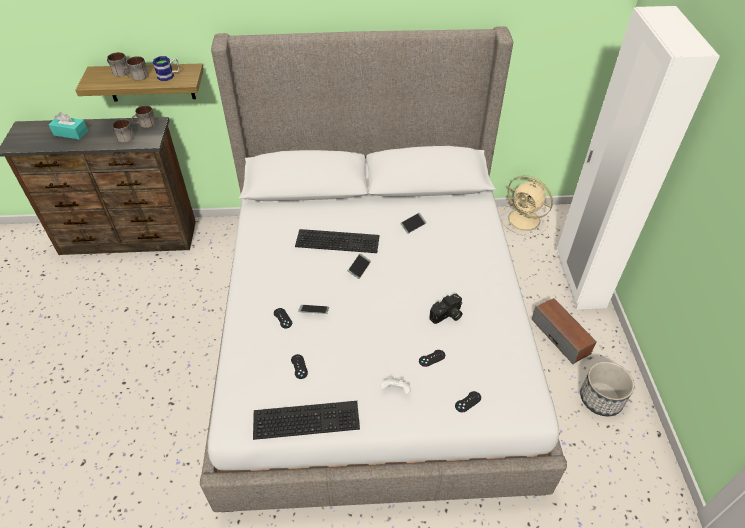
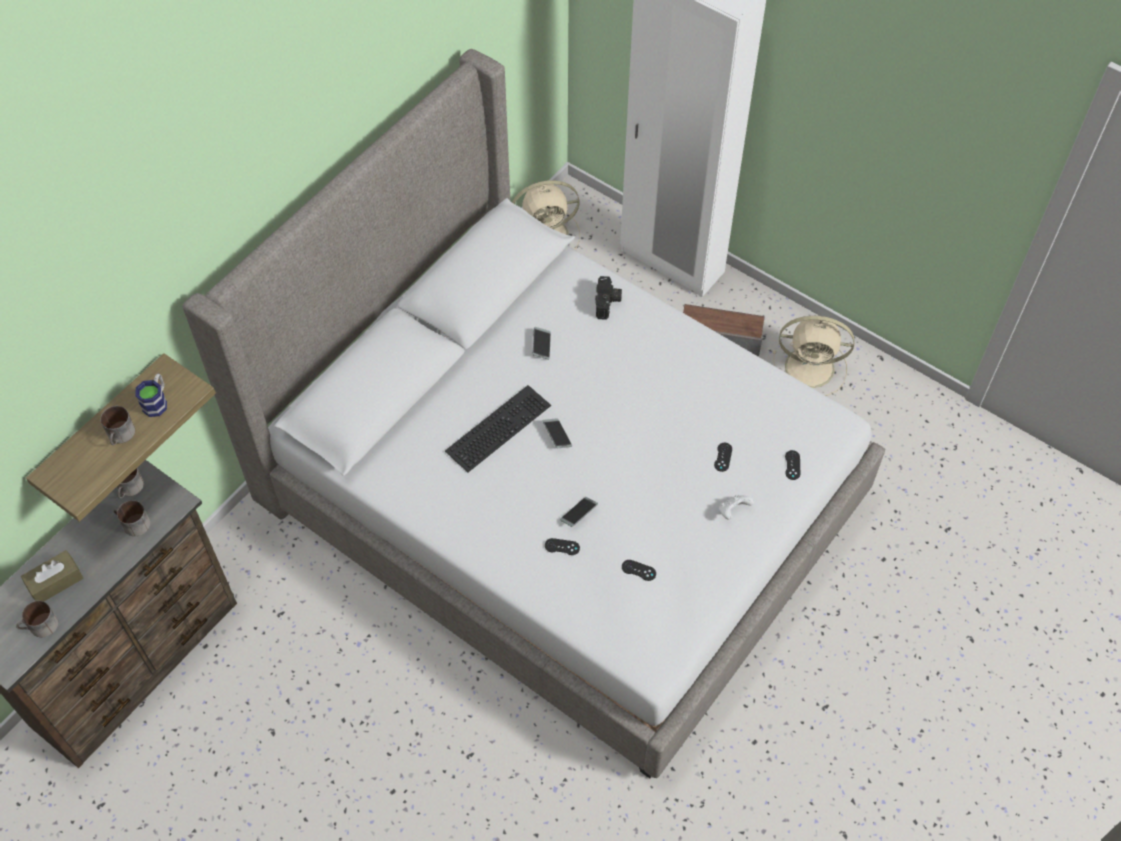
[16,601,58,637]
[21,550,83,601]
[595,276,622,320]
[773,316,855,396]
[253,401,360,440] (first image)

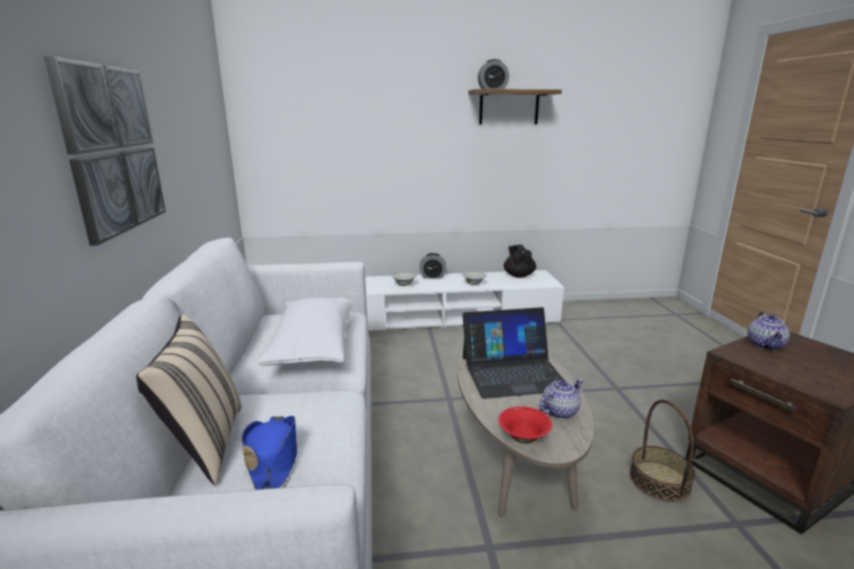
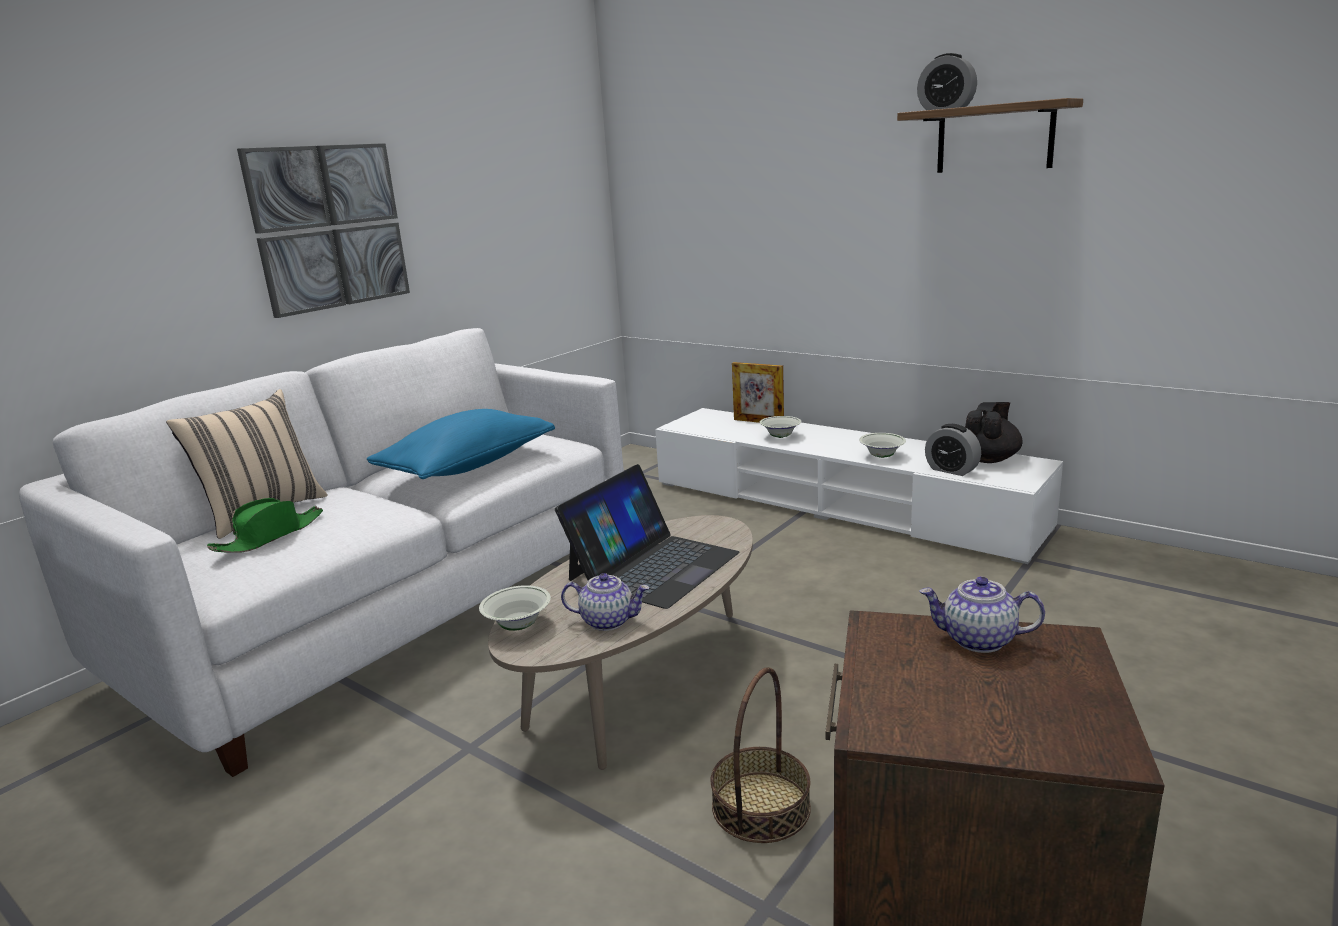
[207,498,323,553]
[367,409,555,479]
[479,585,551,631]
[555,464,739,609]
[732,362,784,423]
[919,576,1045,653]
[925,424,981,476]

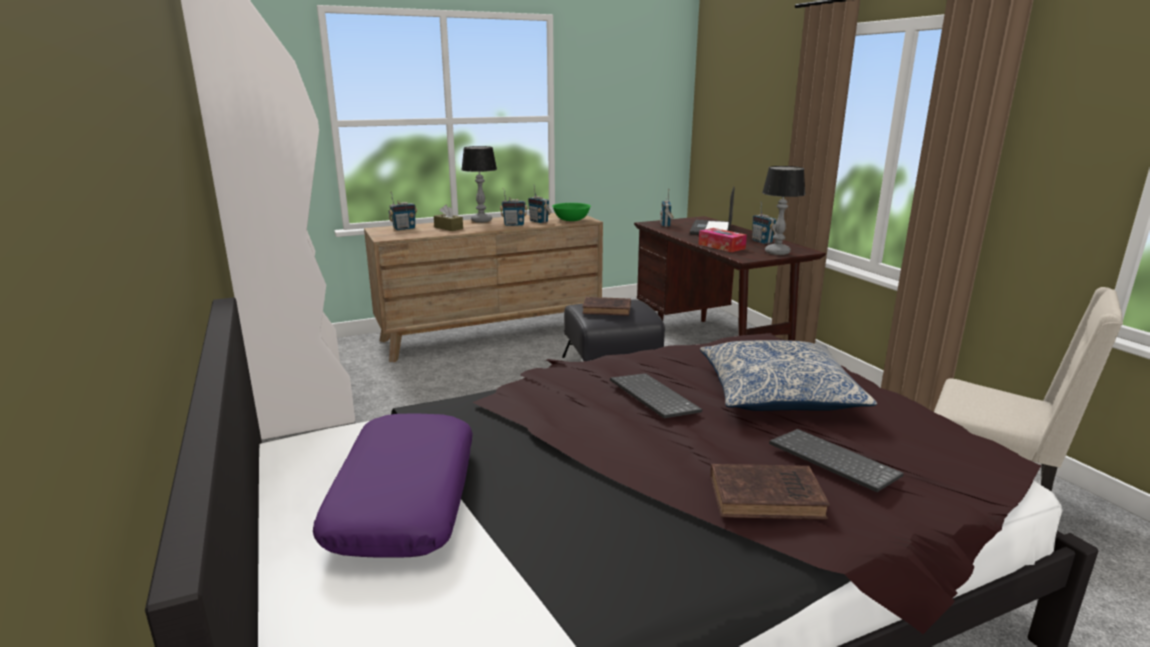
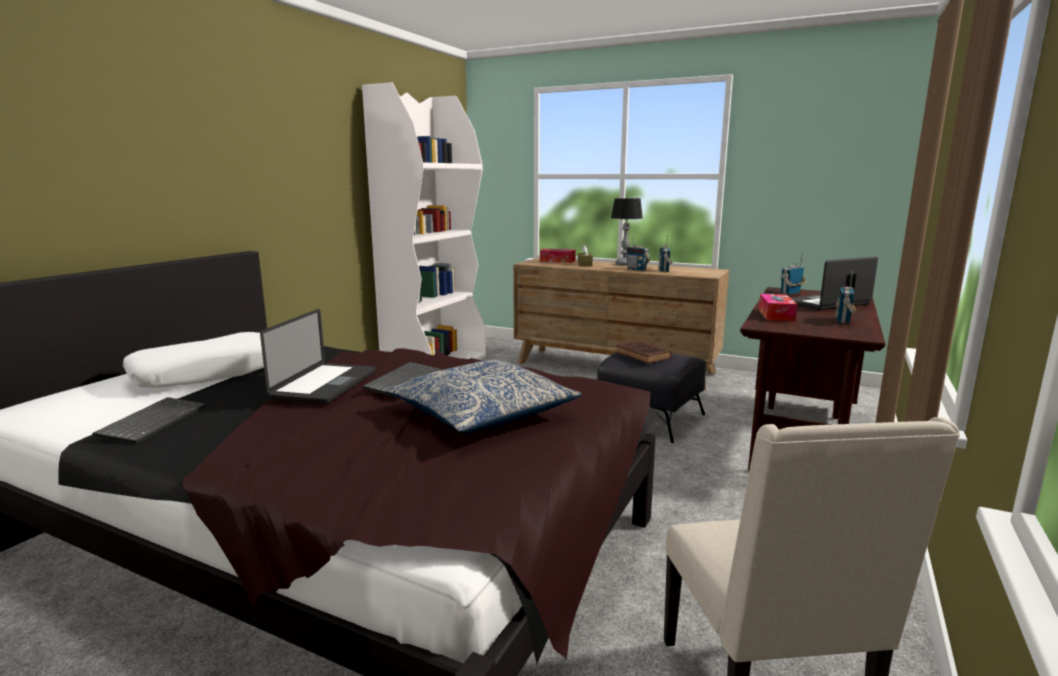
[93,397,206,444]
[123,332,264,388]
[260,309,375,404]
[540,249,576,263]
[552,203,591,221] (first image)
[710,464,830,520] (first image)
[762,166,805,255] (first image)

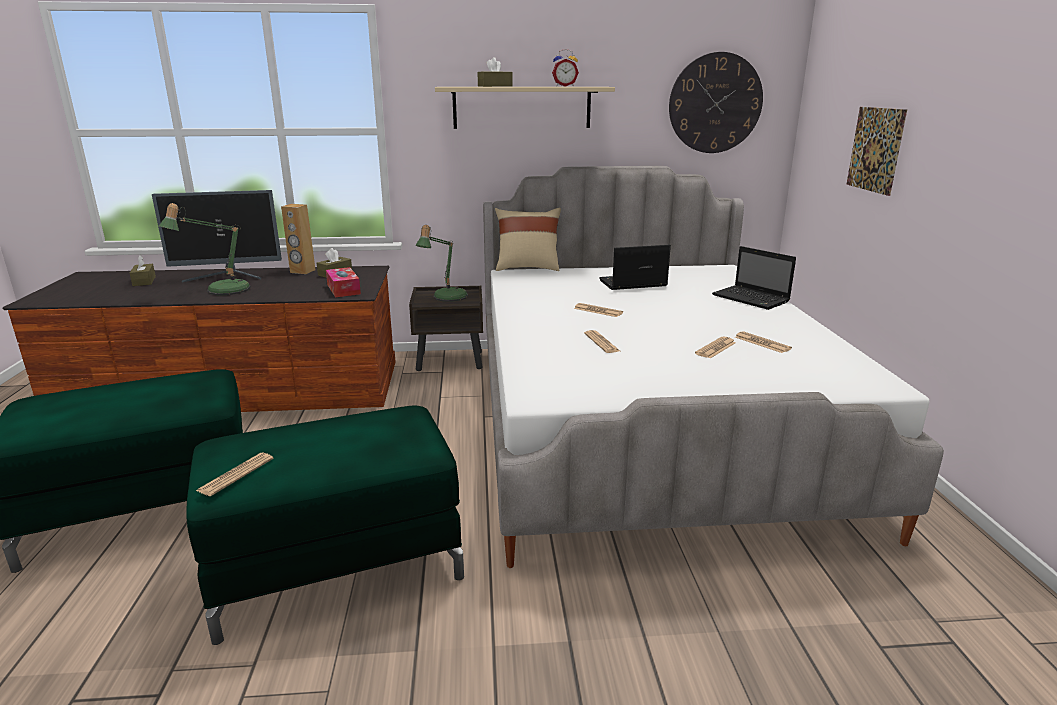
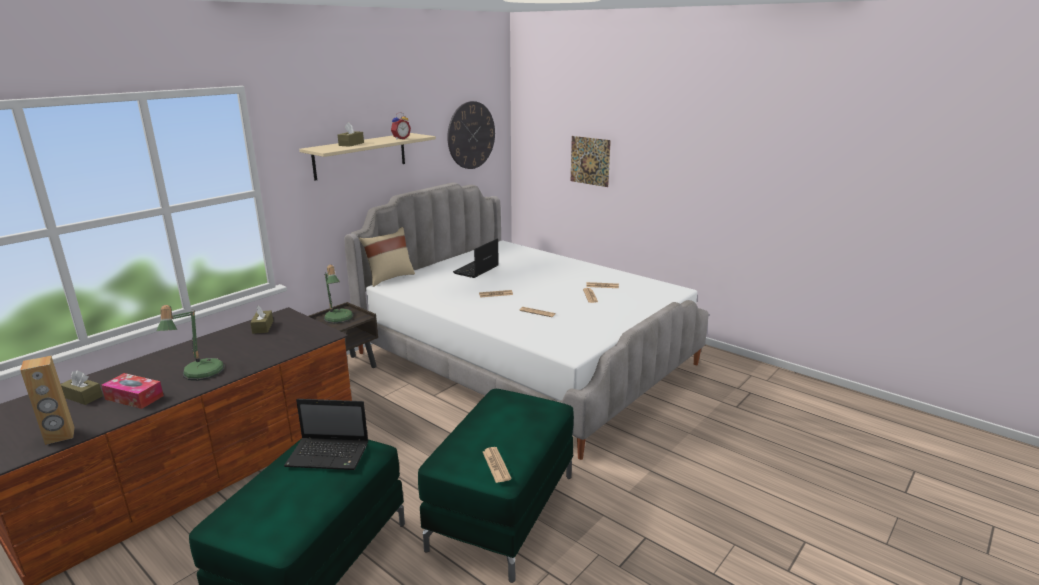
[20,356,75,445]
[101,373,164,409]
[284,399,368,470]
[152,190,282,283] (first image)

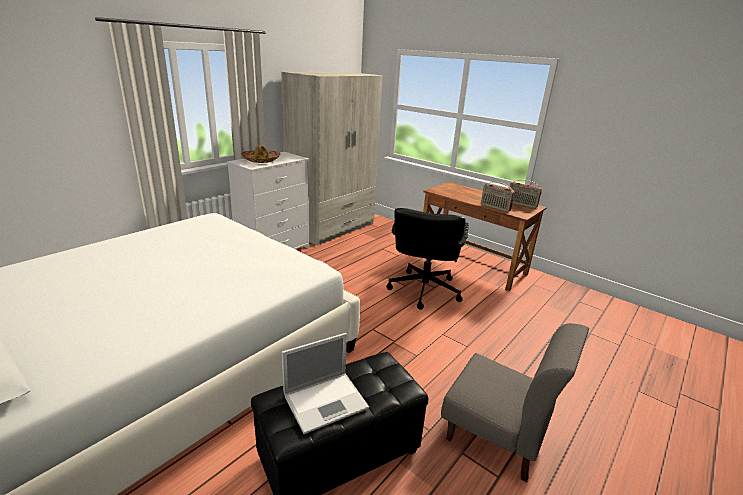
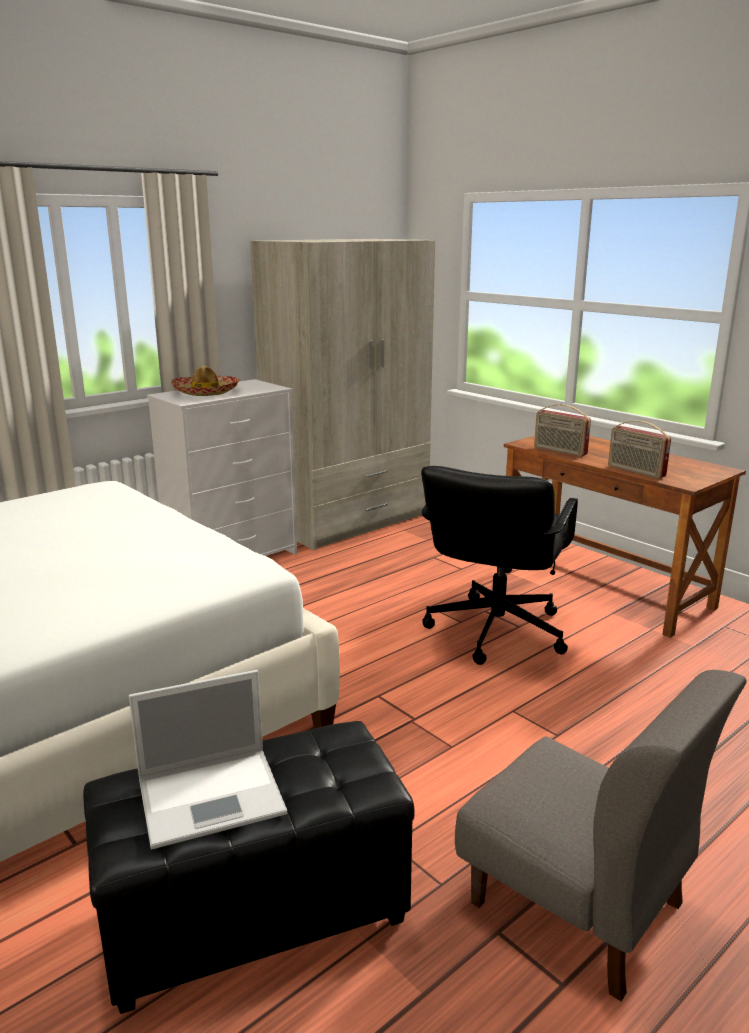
[534,404,591,457]

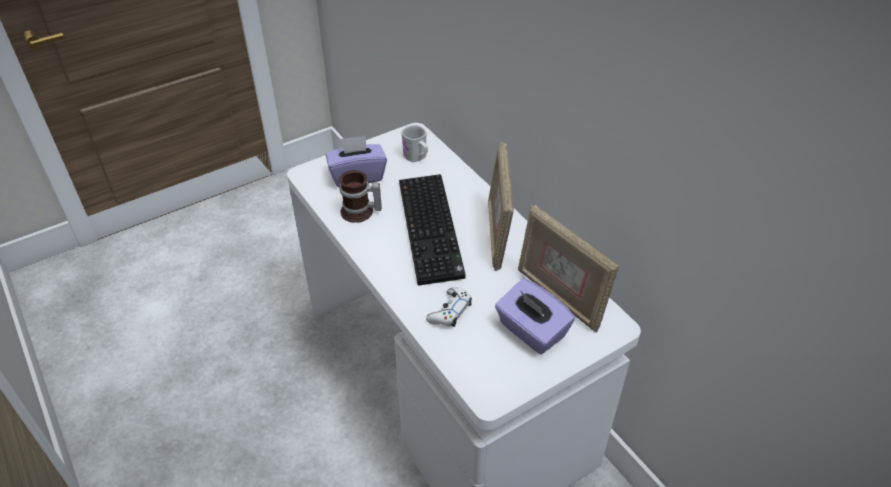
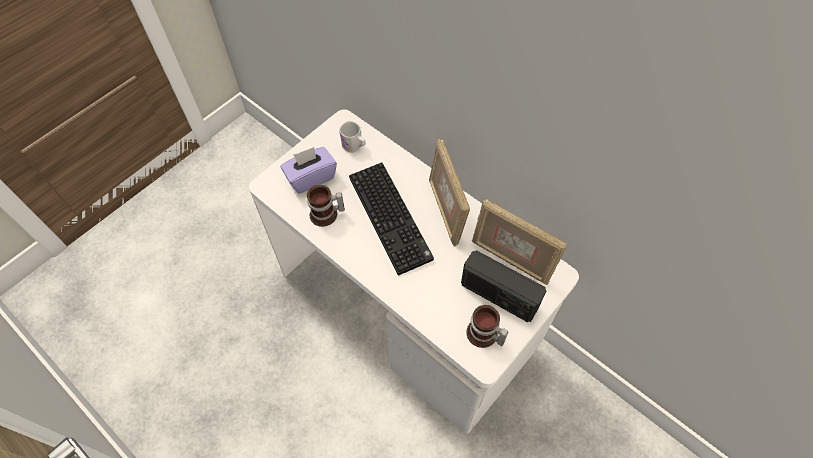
[461,250,546,322]
[466,305,508,348]
[426,287,472,327] (first image)

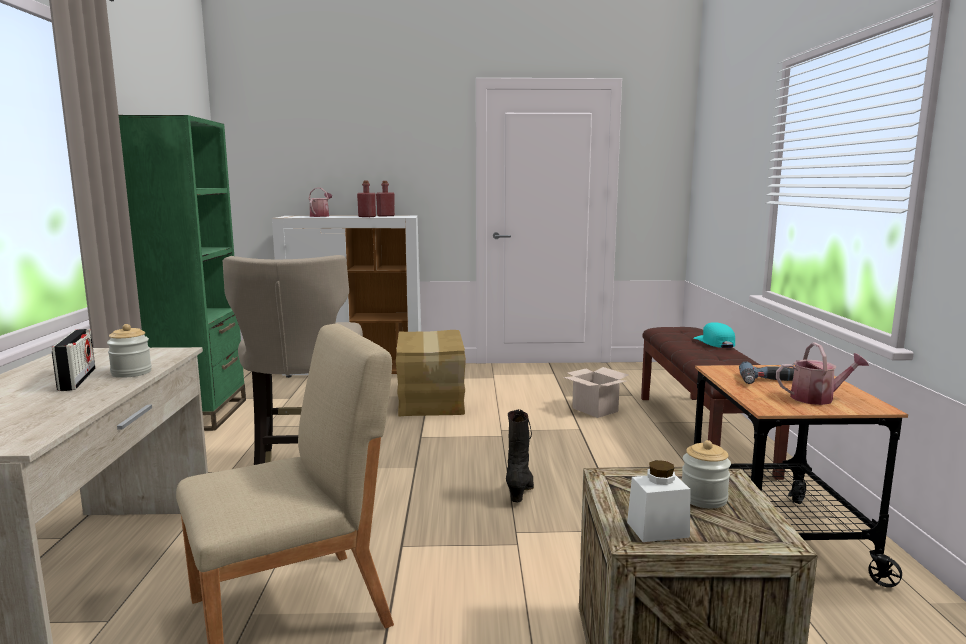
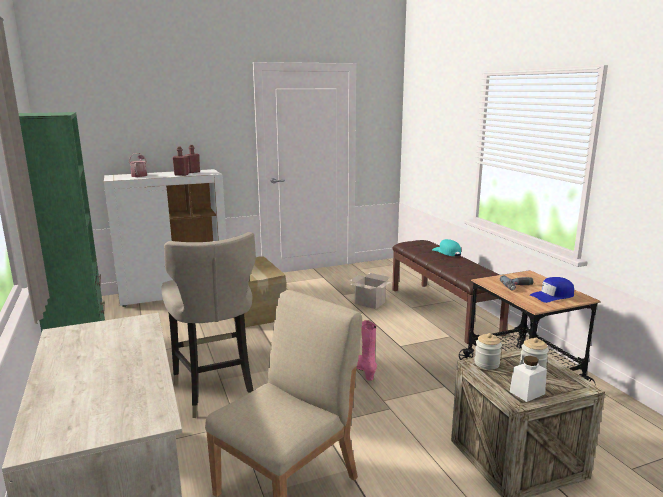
[356,320,377,381]
[474,333,502,370]
[530,277,574,303]
[52,329,95,391] (first image)

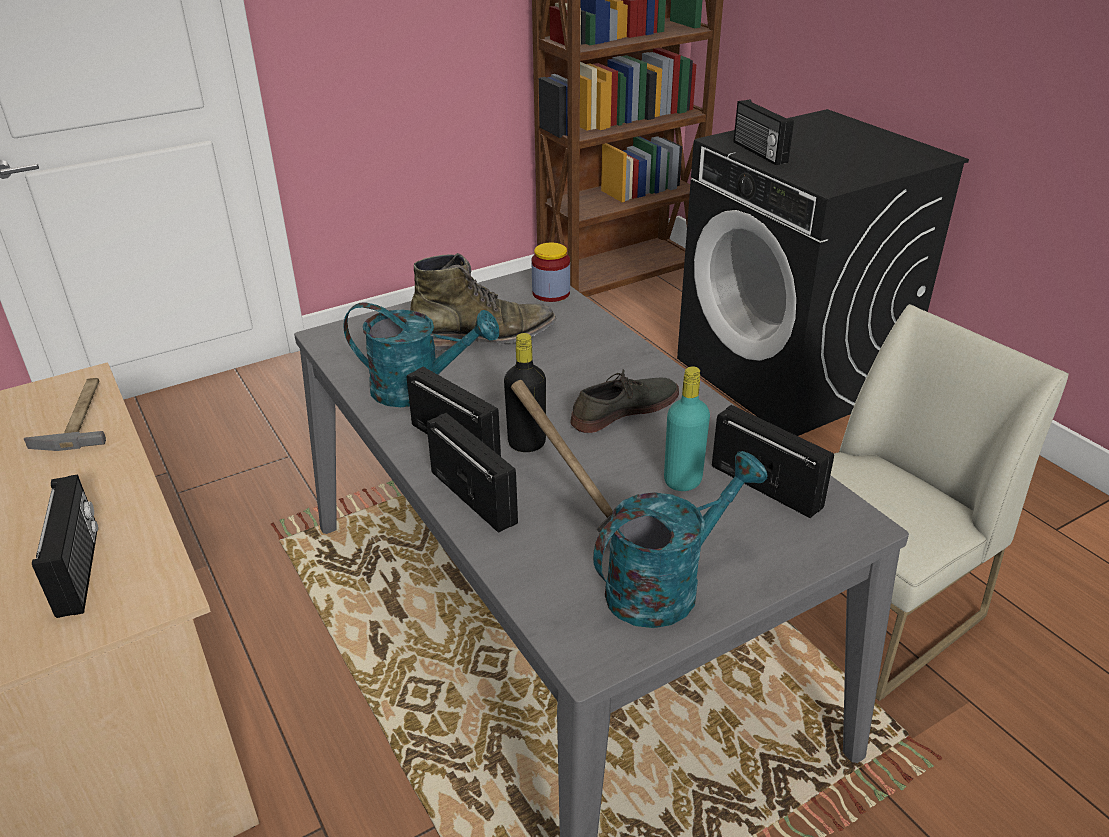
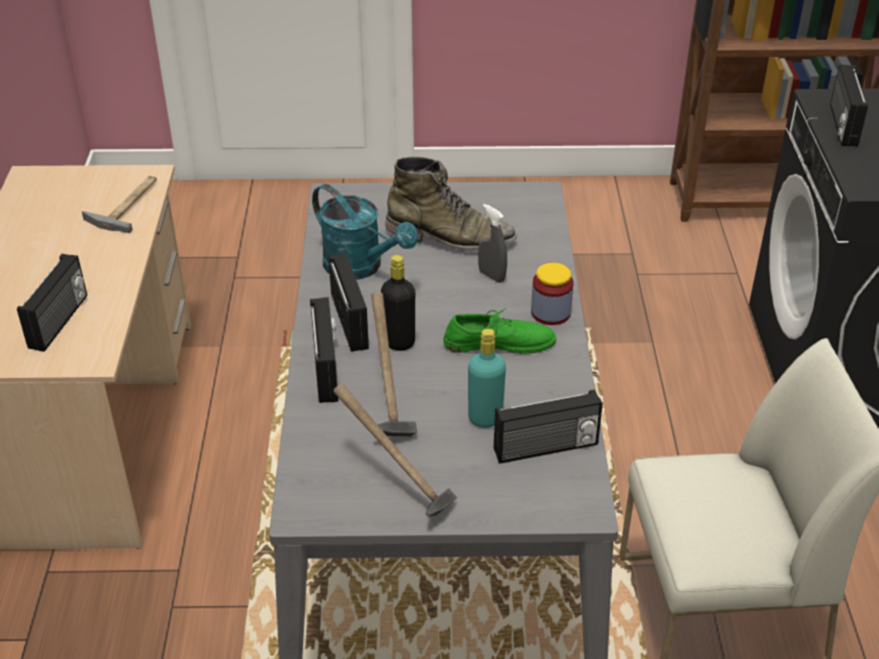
[333,383,457,516]
[443,308,556,354]
[478,204,507,283]
[494,389,603,464]
[531,263,574,325]

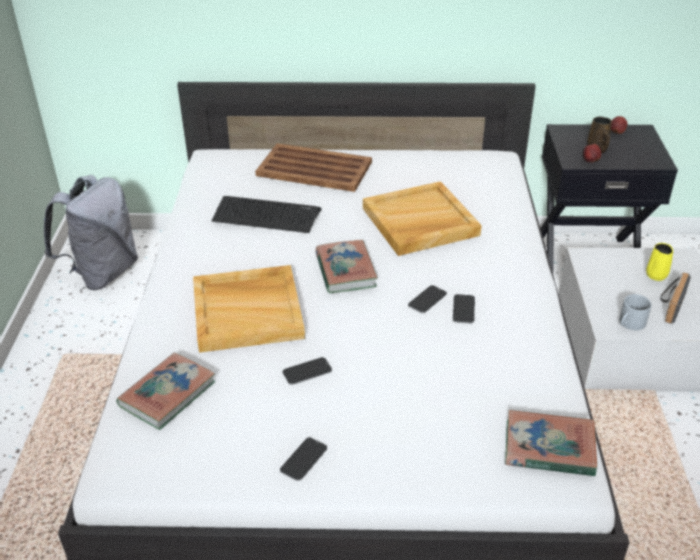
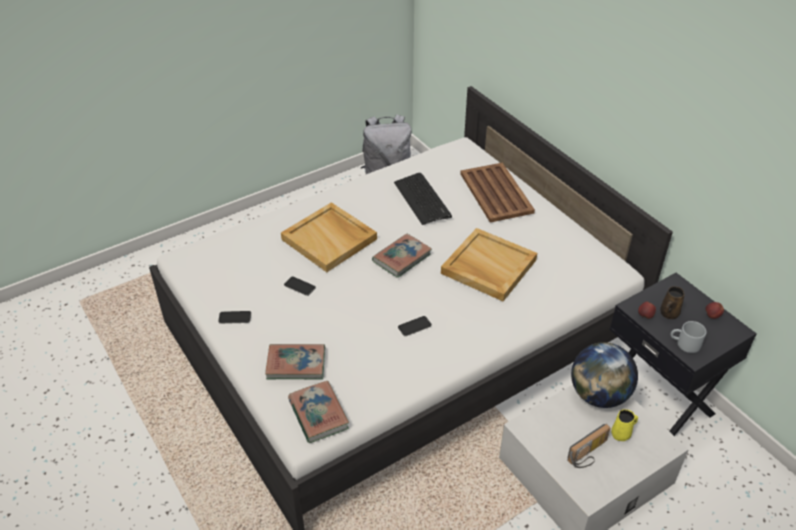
[265,344,325,380]
[567,424,610,468]
[571,342,638,408]
[671,321,706,353]
[408,285,447,313] (first image)

